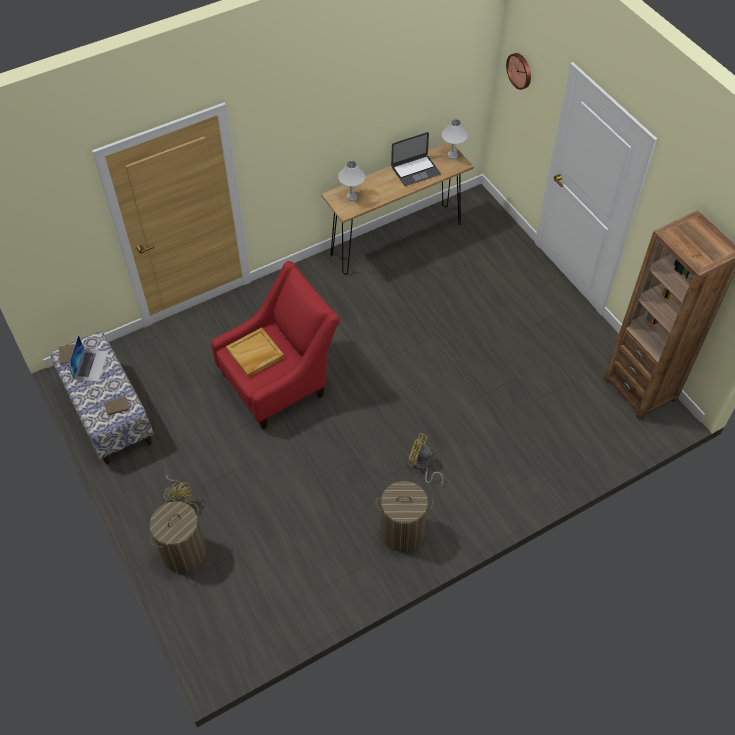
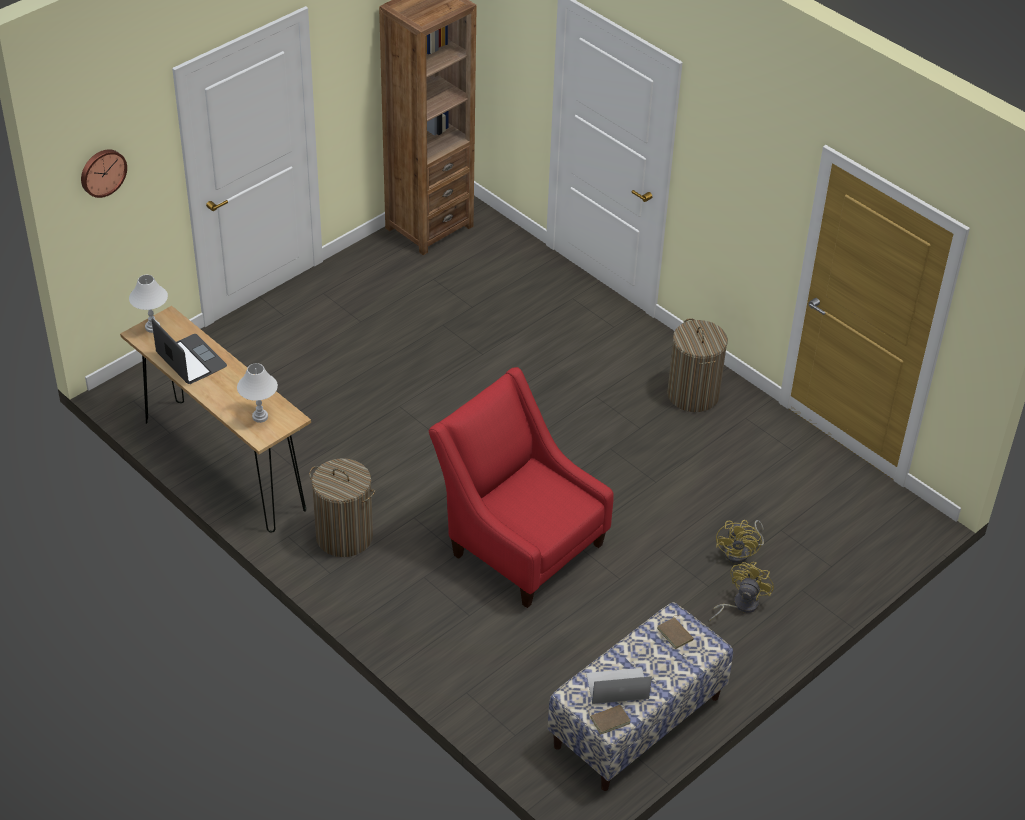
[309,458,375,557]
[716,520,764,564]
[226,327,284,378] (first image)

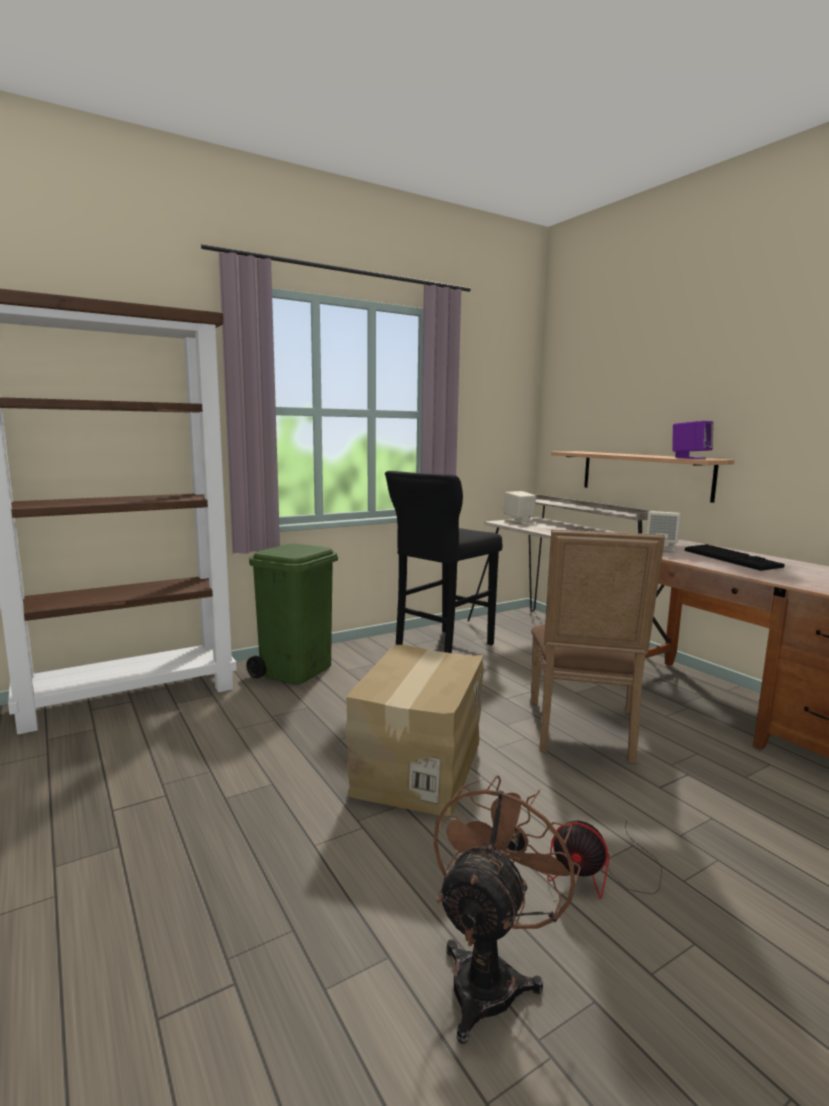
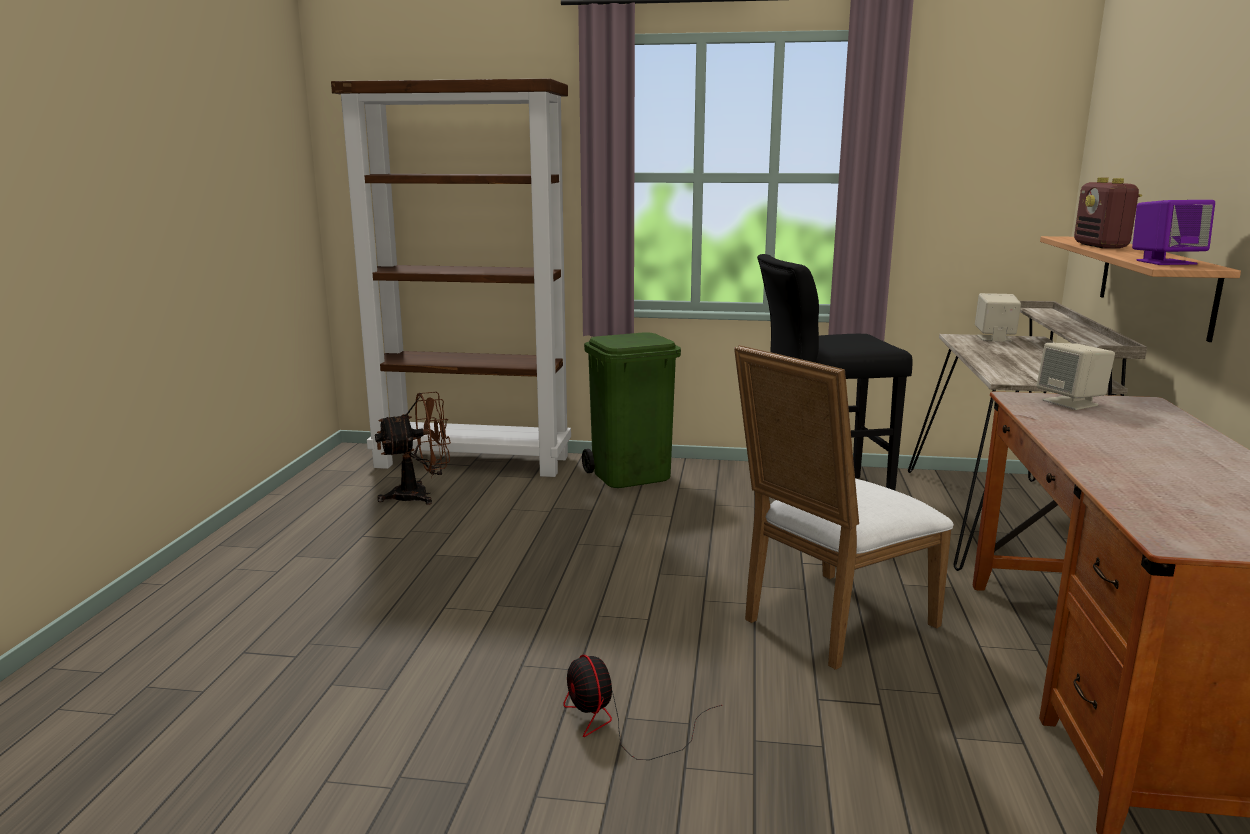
[375,392,451,505]
[734,345,954,670]
[1074,177,1142,248]
[345,645,484,816] (first image)
[685,544,785,571] (first image)

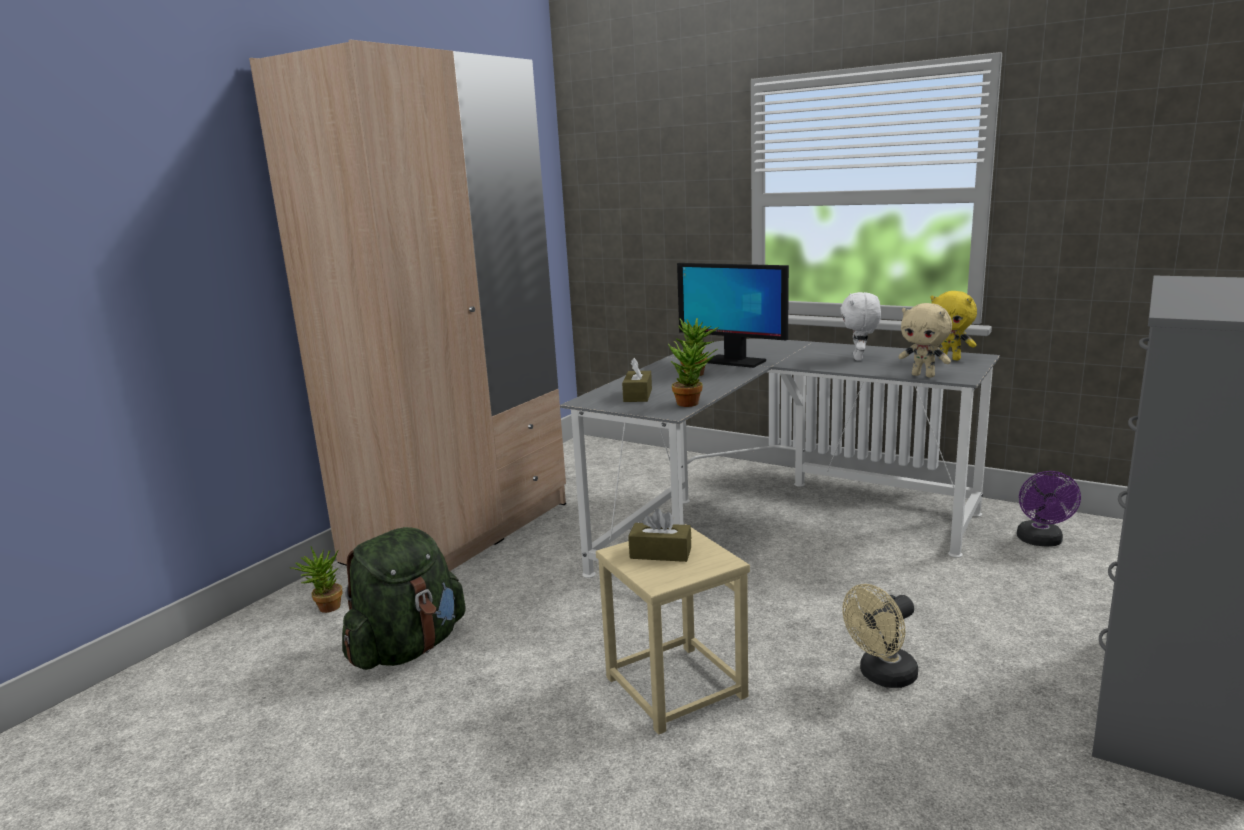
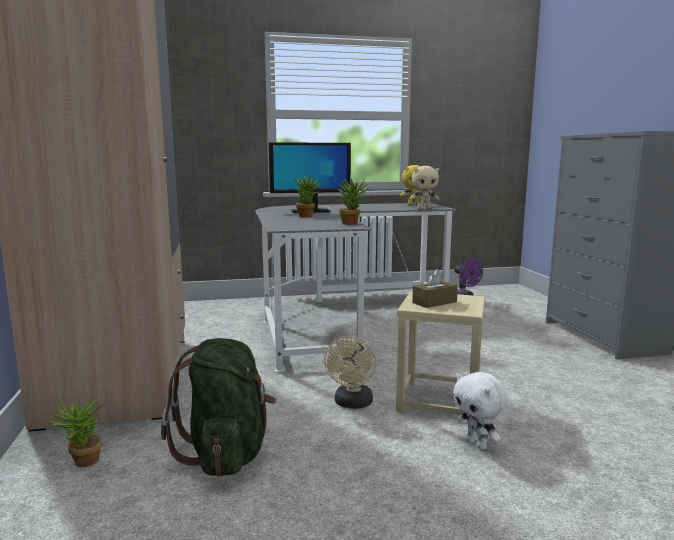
[324,336,376,408]
[453,372,507,450]
[622,358,652,402] (first image)

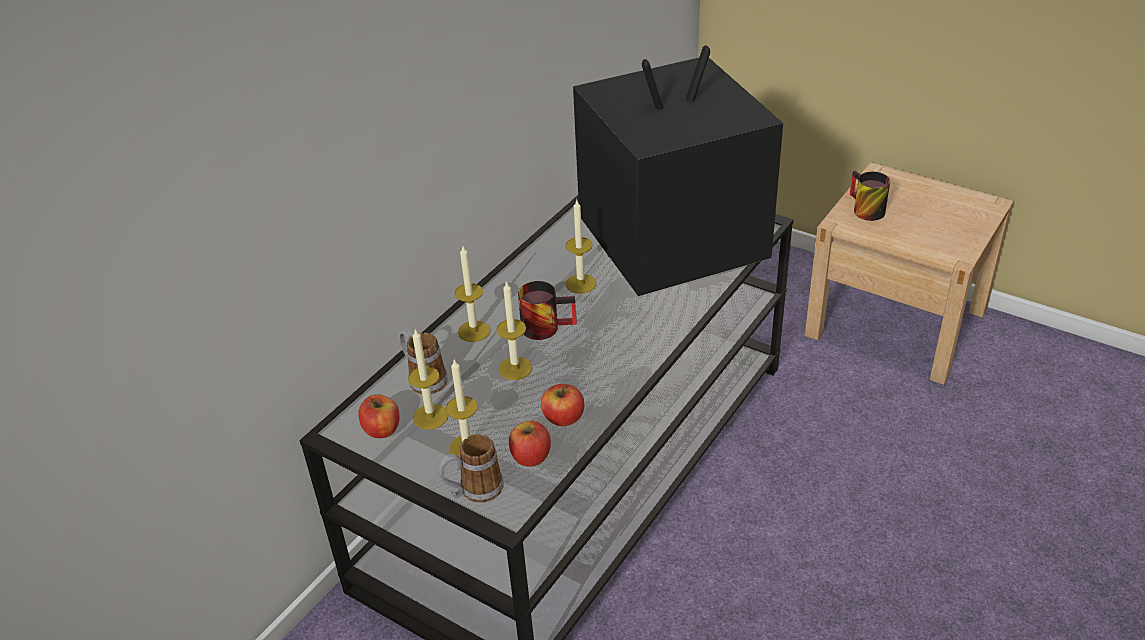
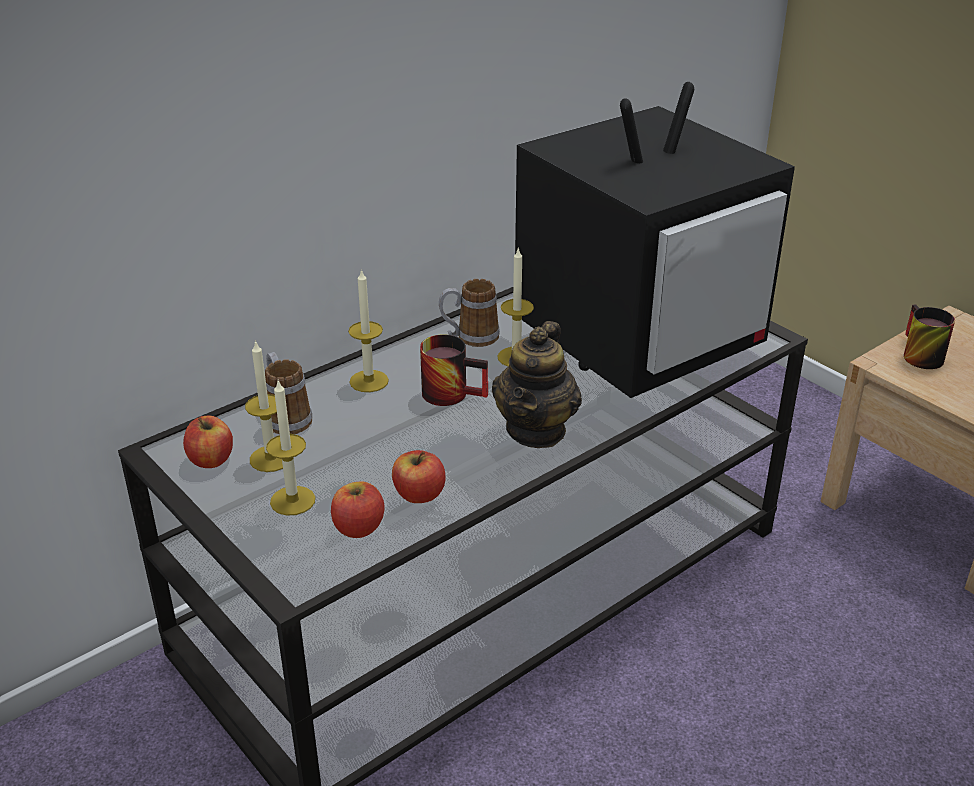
[439,279,500,347]
[492,321,582,448]
[515,82,795,398]
[496,281,532,380] (first image)

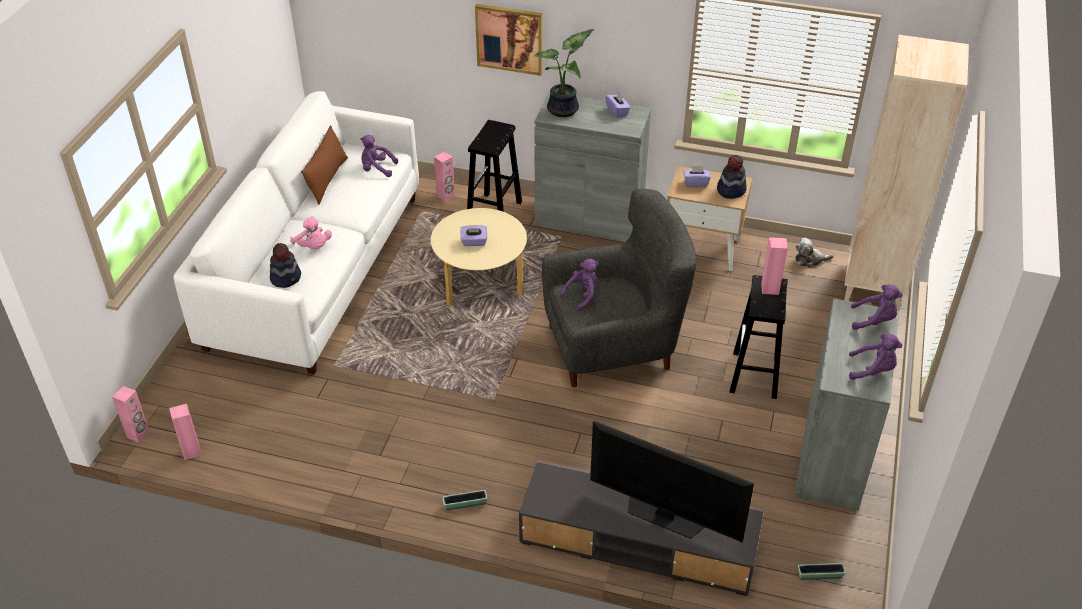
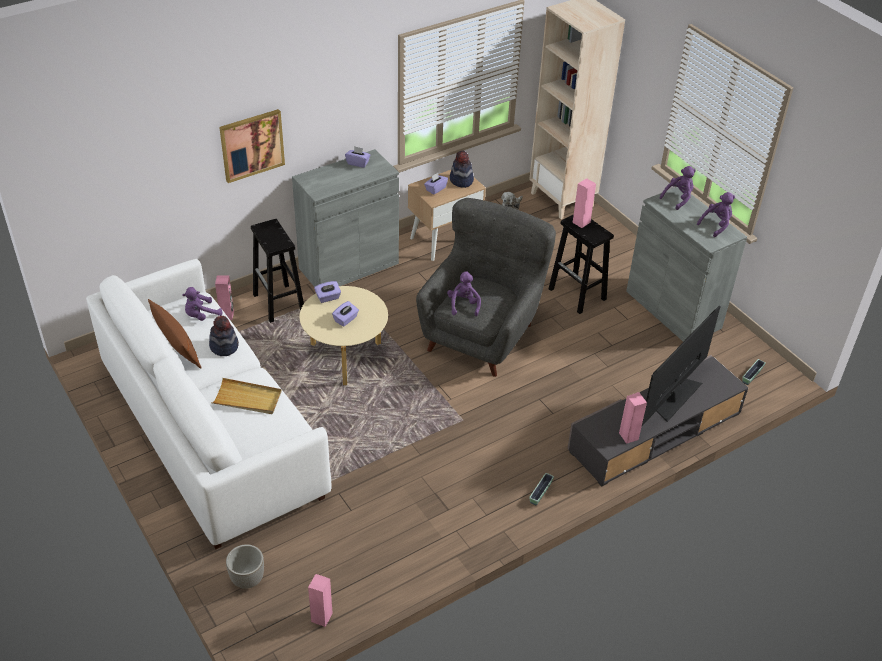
[209,316,239,356]
[211,378,282,414]
[226,544,264,589]
[314,281,341,303]
[619,392,647,444]
[642,306,721,426]
[534,29,594,117] (first image)

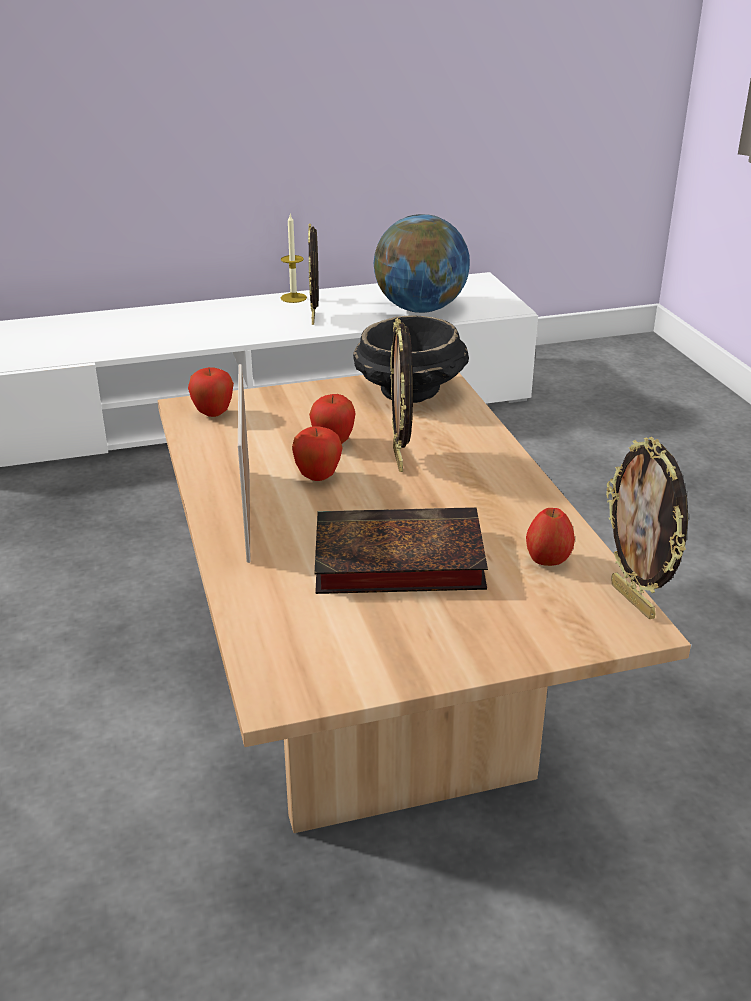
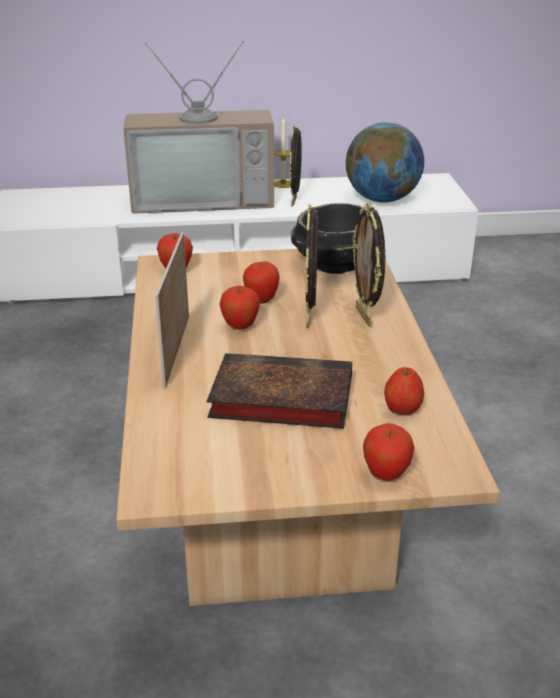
[123,40,274,214]
[352,203,385,327]
[363,423,414,481]

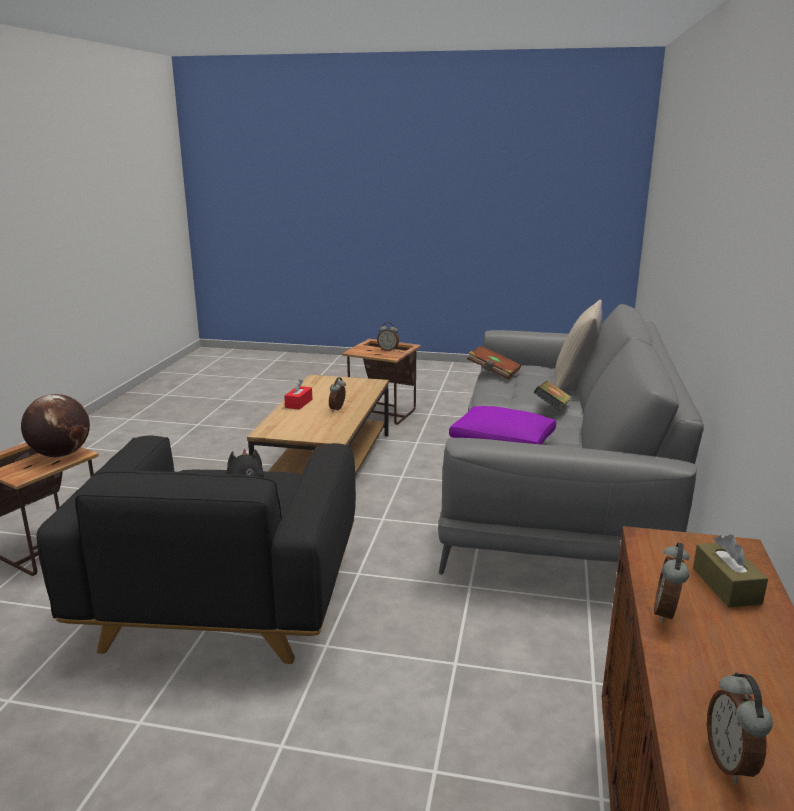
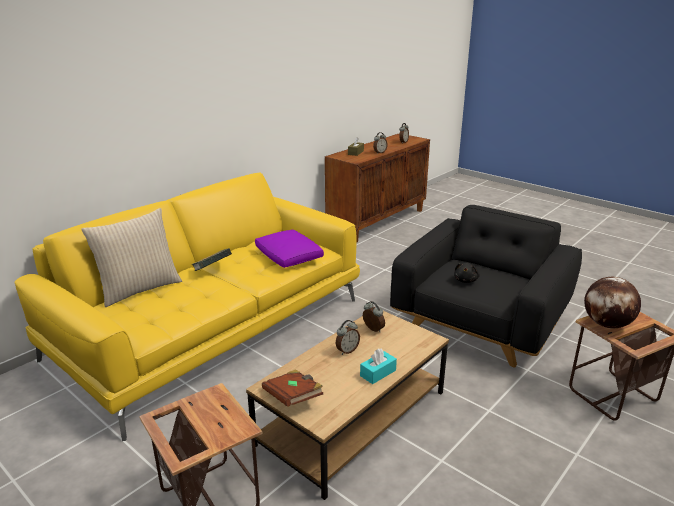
[14,172,360,441]
[262,369,323,407]
[360,348,397,384]
[363,301,385,332]

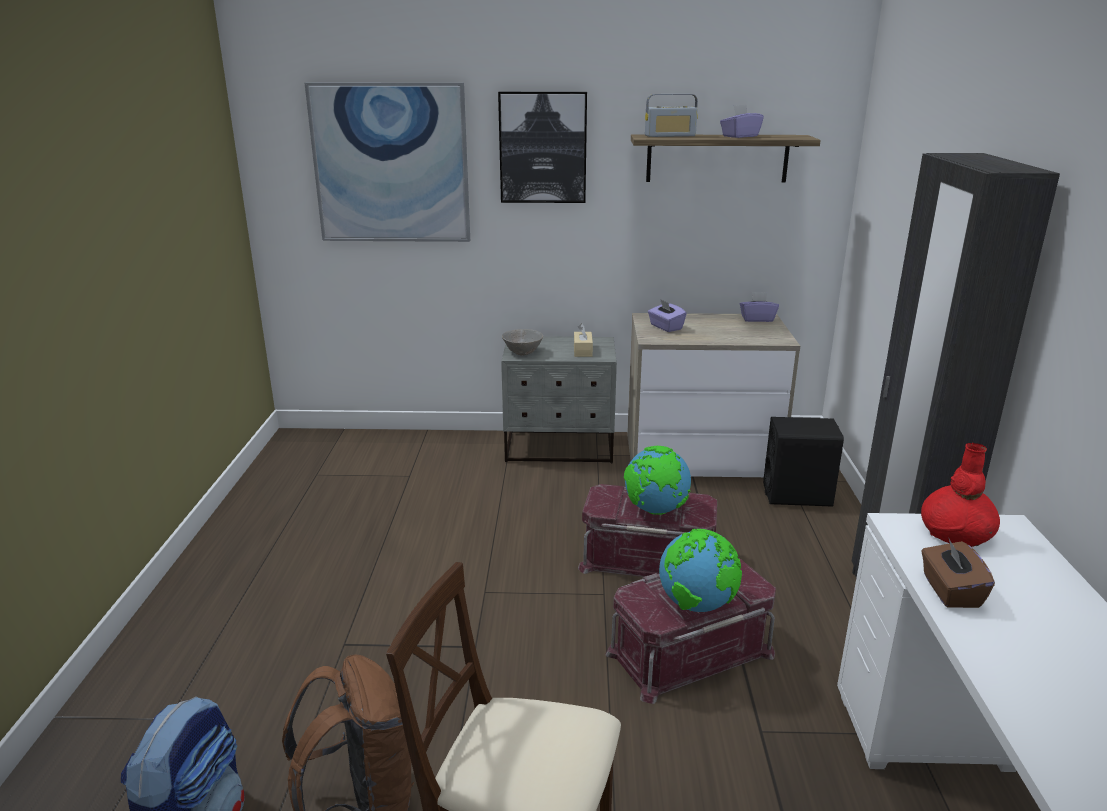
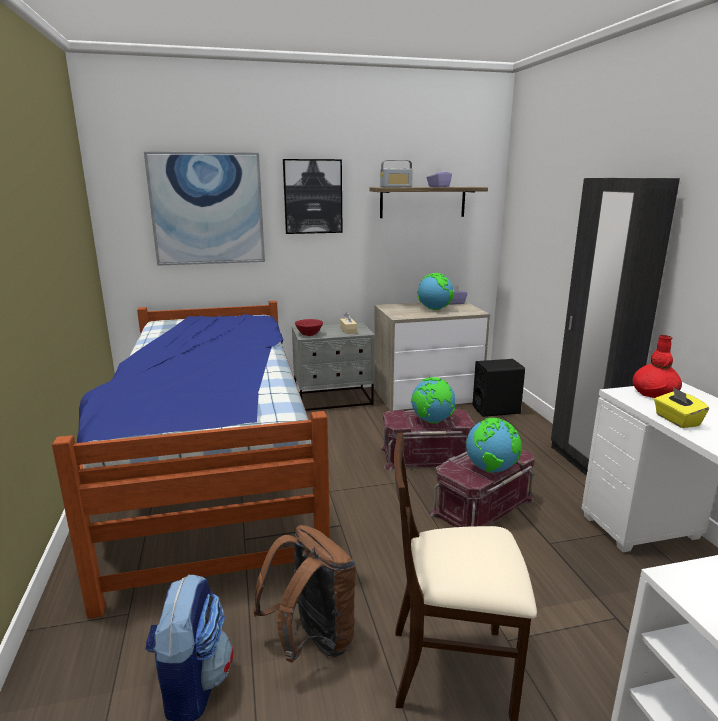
[52,300,330,619]
[295,319,323,336]
[417,273,454,310]
[654,387,709,428]
[648,299,687,332] (first image)

